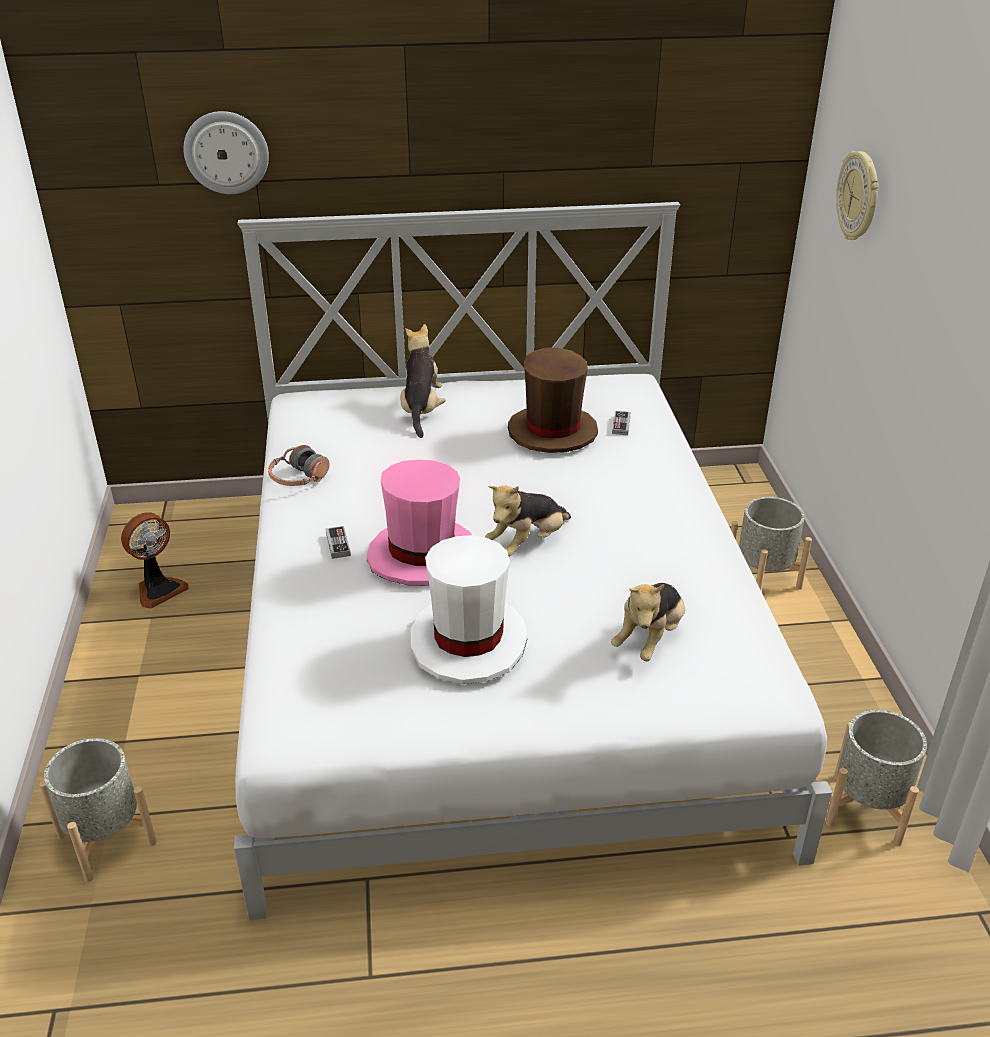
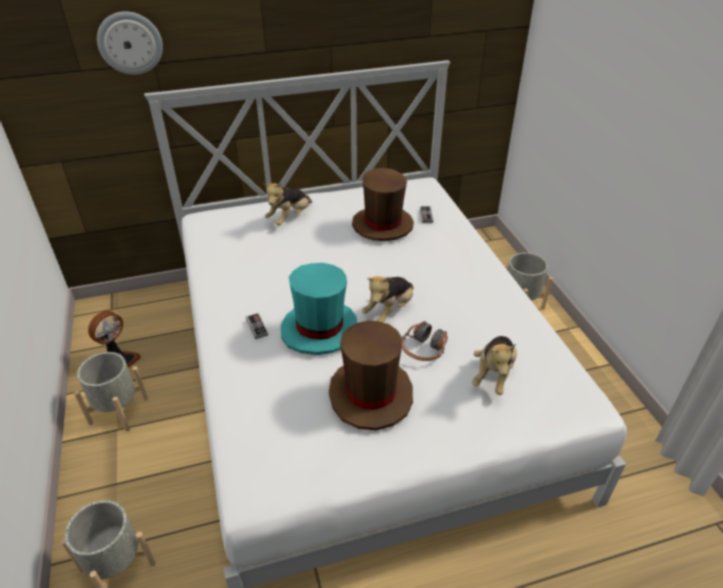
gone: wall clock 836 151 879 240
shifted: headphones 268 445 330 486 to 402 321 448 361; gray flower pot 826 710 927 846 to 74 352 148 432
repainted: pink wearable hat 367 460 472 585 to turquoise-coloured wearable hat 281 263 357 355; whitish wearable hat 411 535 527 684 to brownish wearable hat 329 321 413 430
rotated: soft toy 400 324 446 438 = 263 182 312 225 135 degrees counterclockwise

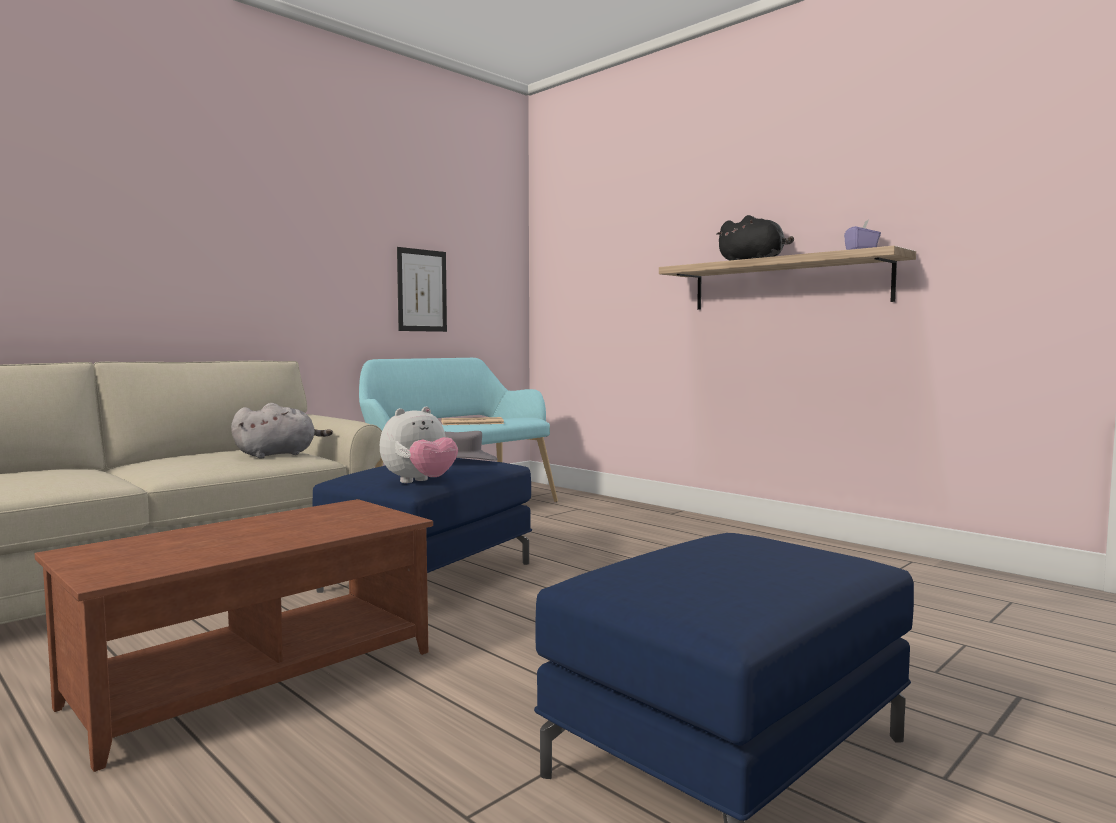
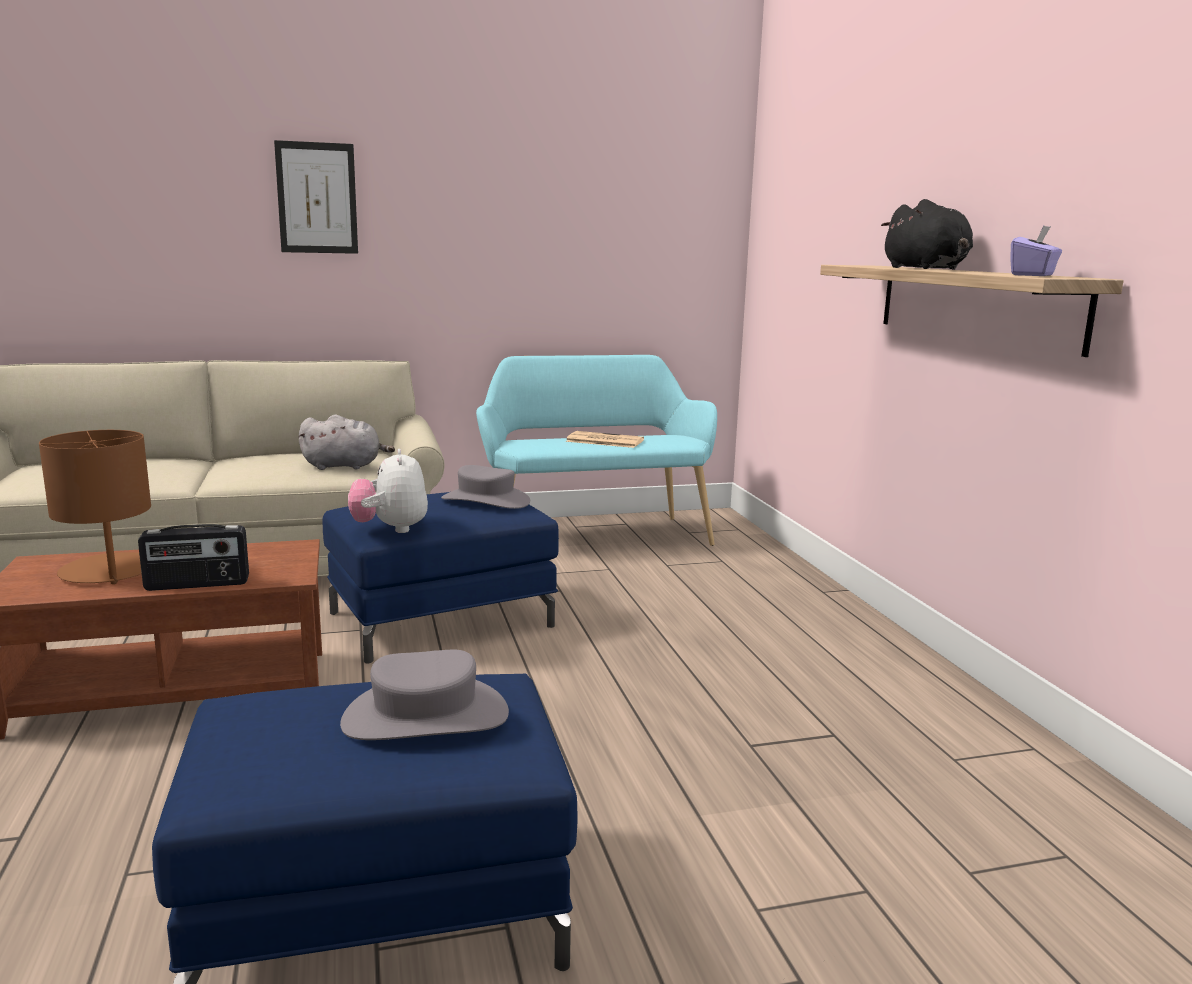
new: brownish table lamp 39 430 151 584; radio 138 524 249 591; gray wearable hat 340 650 509 740
shifted: wall picture 397 247 447 332 to 274 140 358 254
rotated: soft toy 380 407 458 483 = 348 449 428 533 90 degrees clockwise

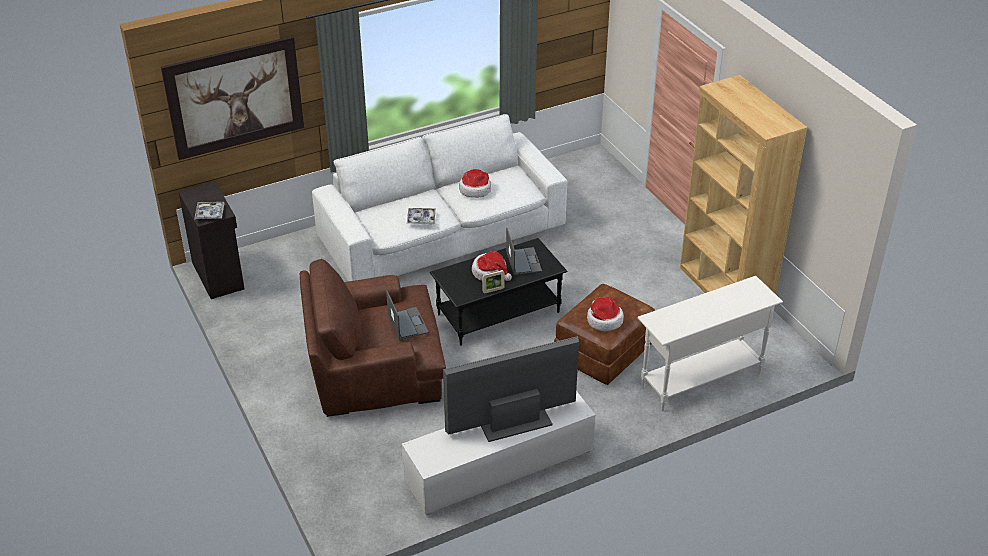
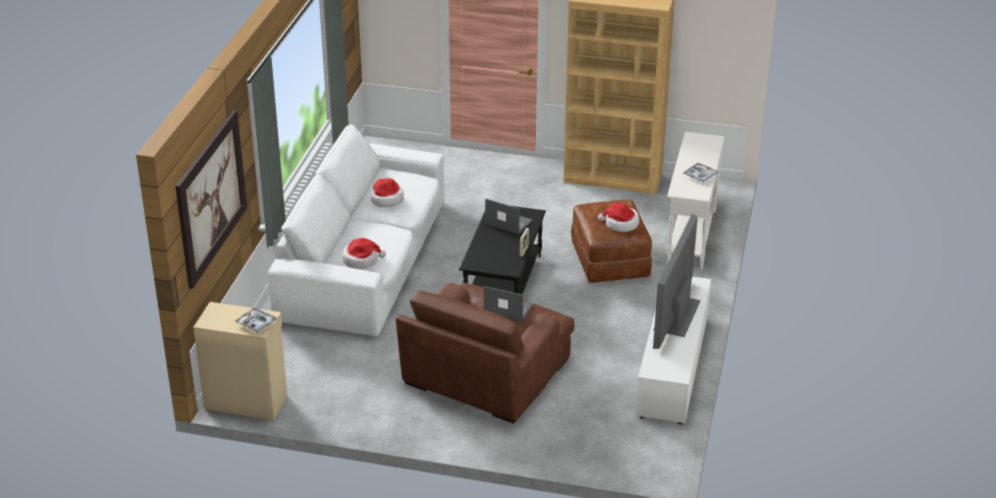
shifted: carrying tray 407 208 436 225 to 682 162 719 183; wearable hat 472 251 512 281 to 342 238 386 269
repainted: blackish cabinet 178 182 244 299 to beige cabinet 193 302 287 420

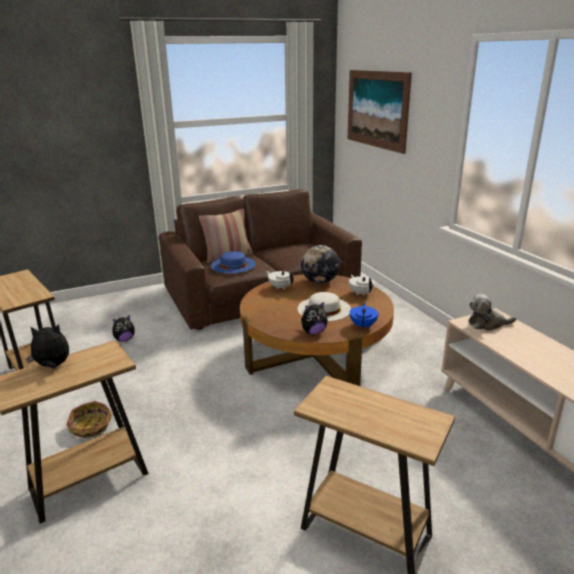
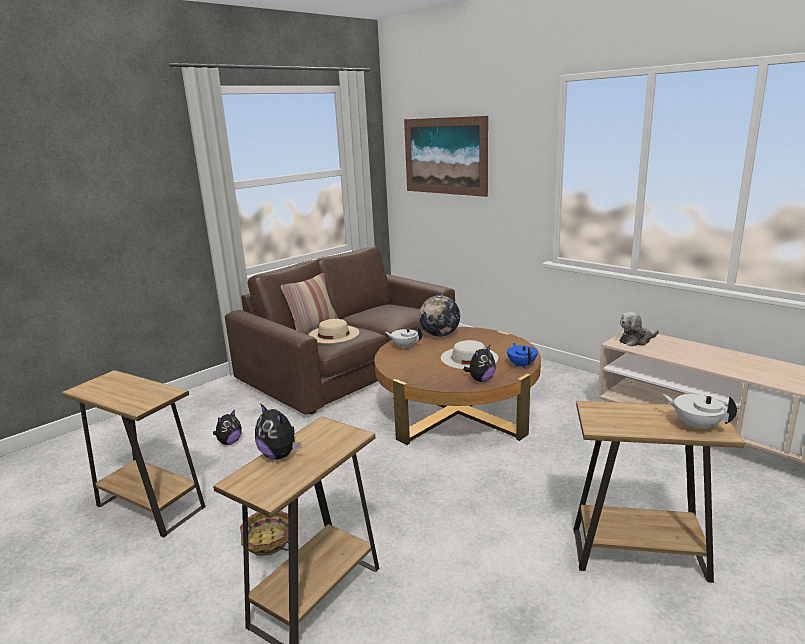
shifted: whitish tea pot 349 274 374 296 to 662 394 737 431
repainted: bluish wearable hat 211 251 256 273 to beige wearable hat 308 319 359 343
rotated: soft toy 26 324 69 369 = 255 403 301 460 105 degrees counterclockwise

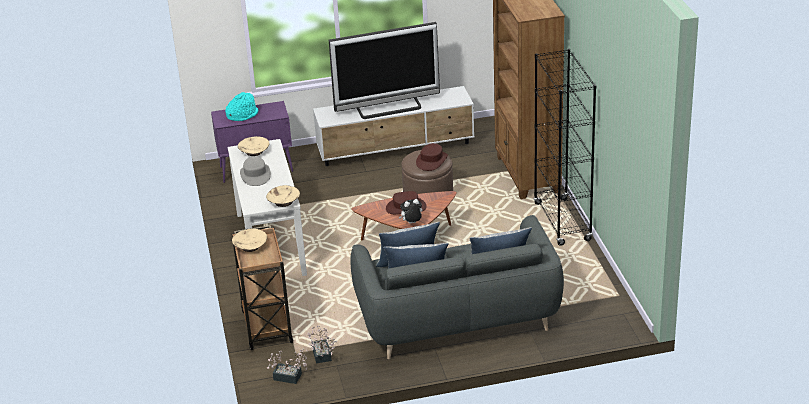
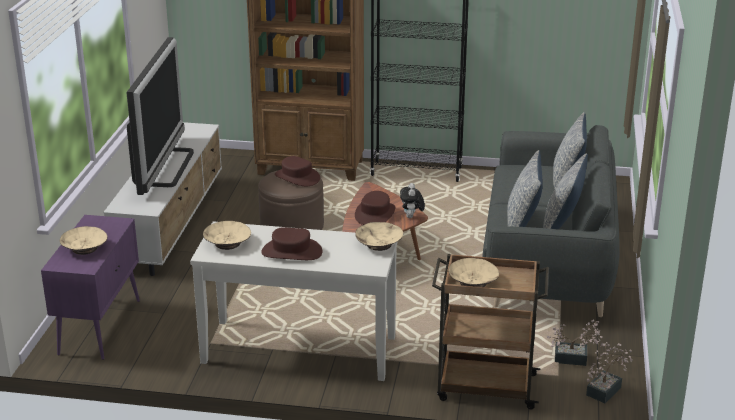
swapped: turquoise-coloured wearable hat 225 92 258 121 to beige bowl 60 226 107 255
repainted: gray wearable hat 240 157 271 186 to brownish wearable hat 261 227 322 260

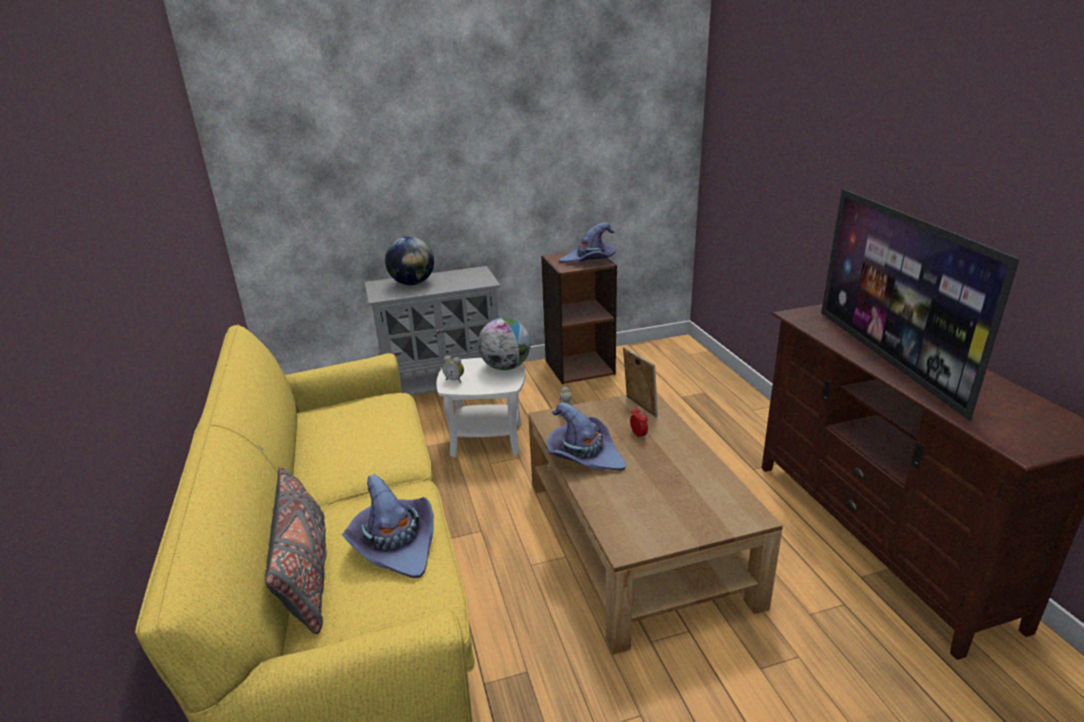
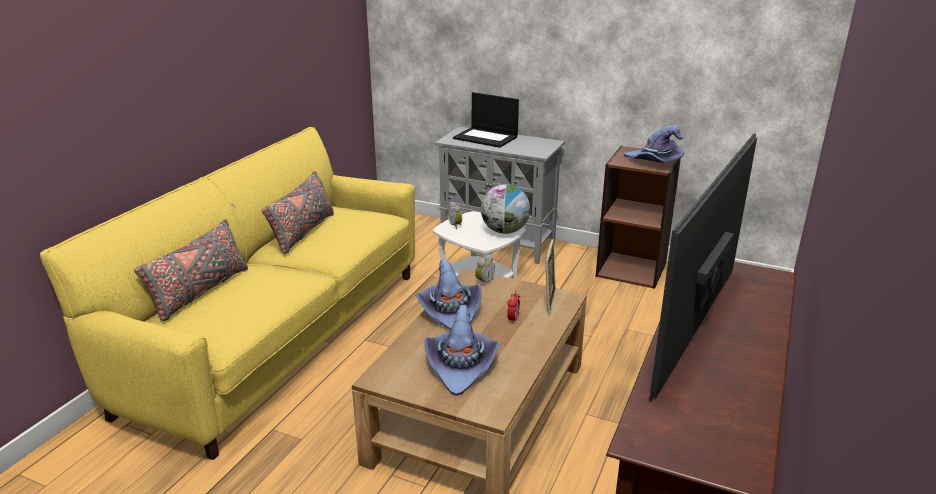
new: gray cushion 262 171 334 254
shifted: purplish wearable hat 342 474 434 578 to 424 305 499 396
swapped: world globe 385 236 434 285 to portable computer 453 92 519 148

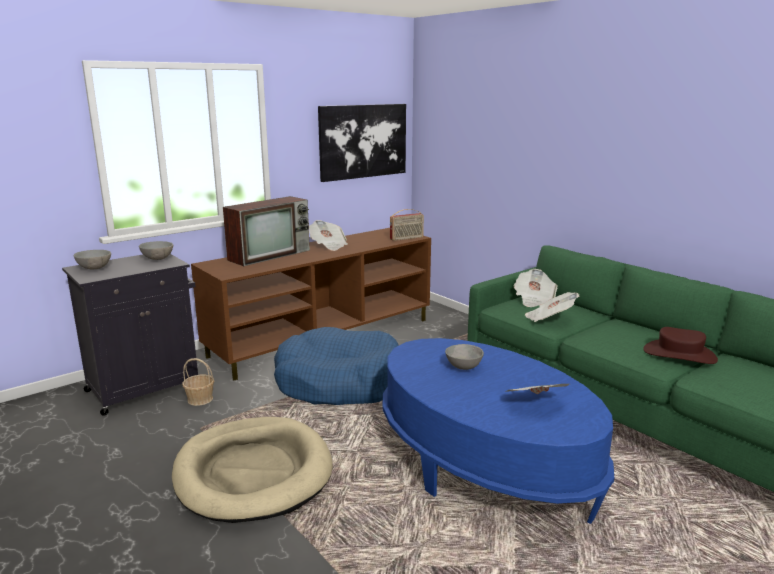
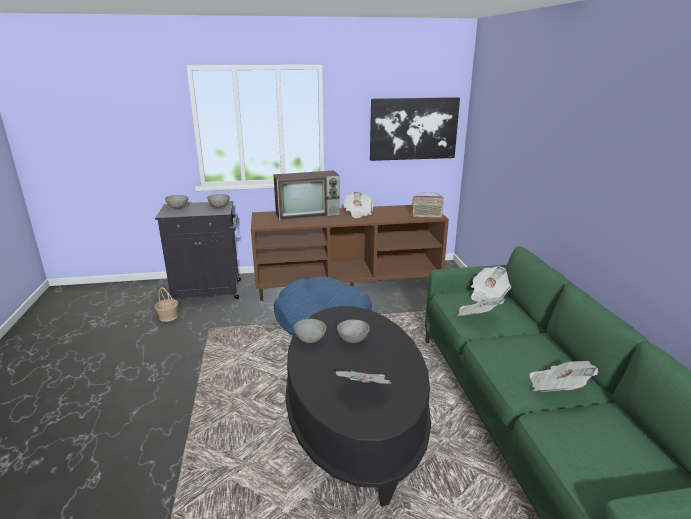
gone: beige dog bed 172 417 333 523
new: gray bowl 294 319 326 343
shifted: household basket 182 358 214 406 to 155 287 178 322
swapped: brownish wearable hat 643 327 718 364 to newspaper 530 361 598 392
repainted: bluish low table 383 338 614 524 to blackish low table 286 306 431 507

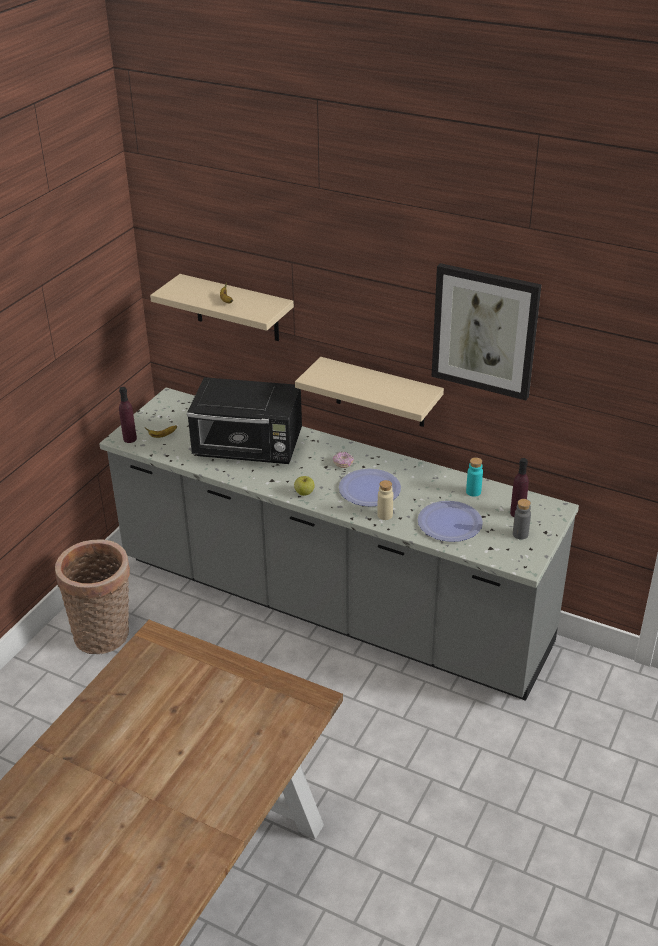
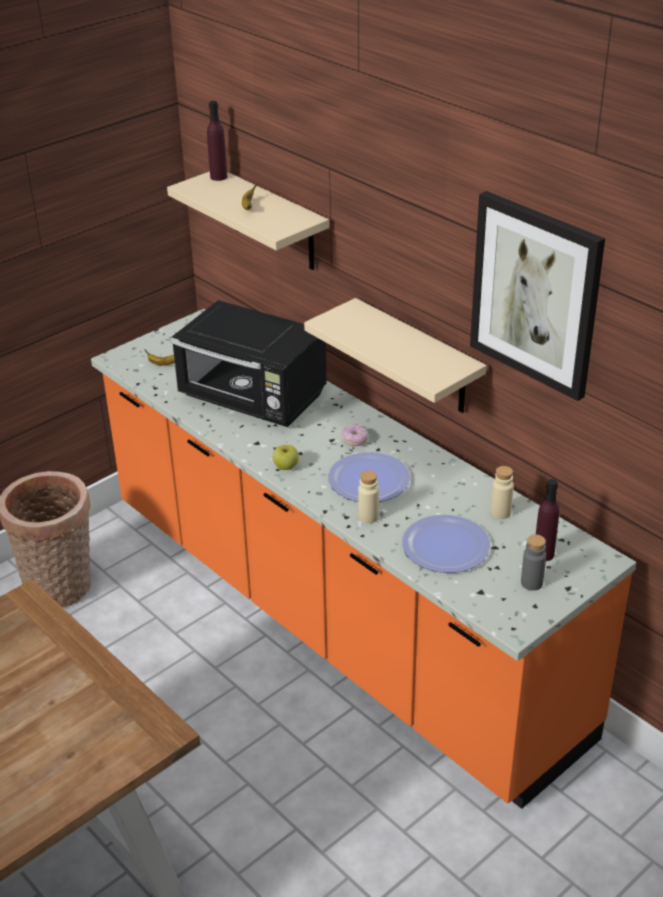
shifted: purplish drink bottle 119 387 137 443 to 207 101 227 181
repainted: gray kitchen counter 99 387 579 701 to orange-coloured kitchen counter 91 309 636 809; turquoise-coloured drink bottle 466 457 483 497 to beige drink bottle 491 466 514 519

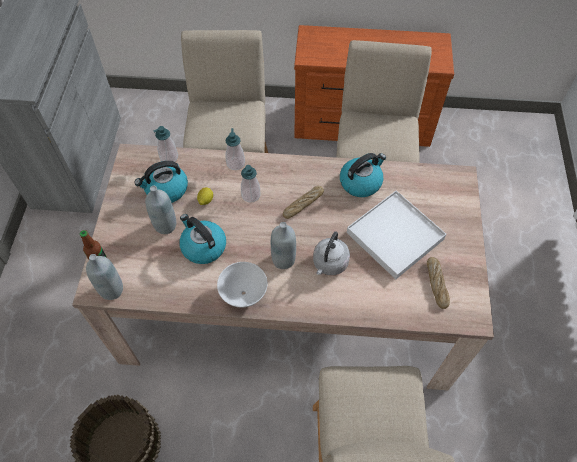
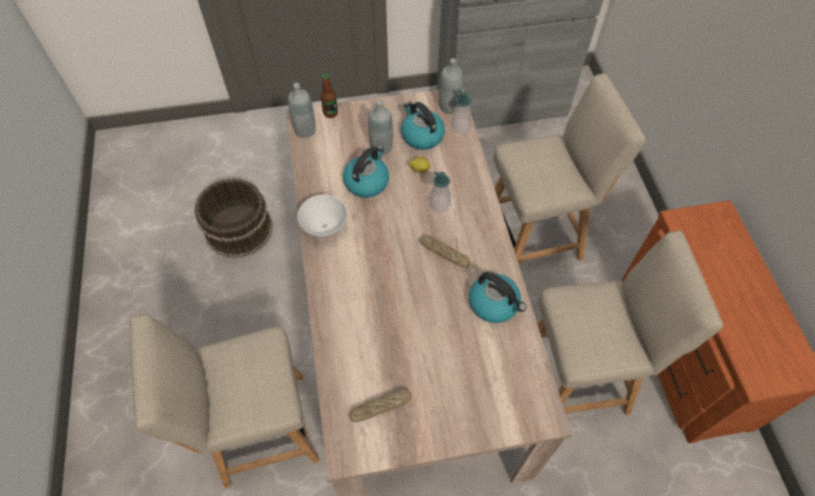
gone: soap dispenser 225 128 245 170; gray kettle 313 232 350 275; whitish carrying tray 347 191 446 279
shifted: gray drink bottle 271 222 296 269 to 439 58 463 114

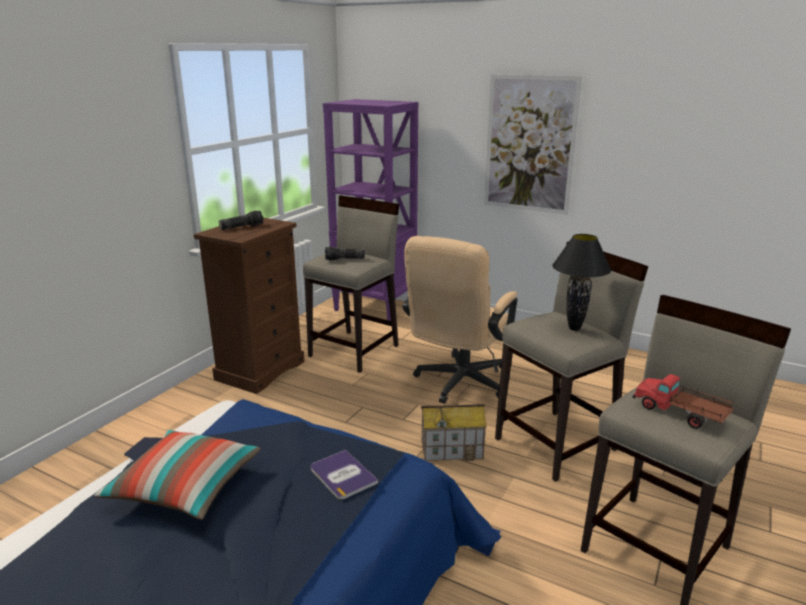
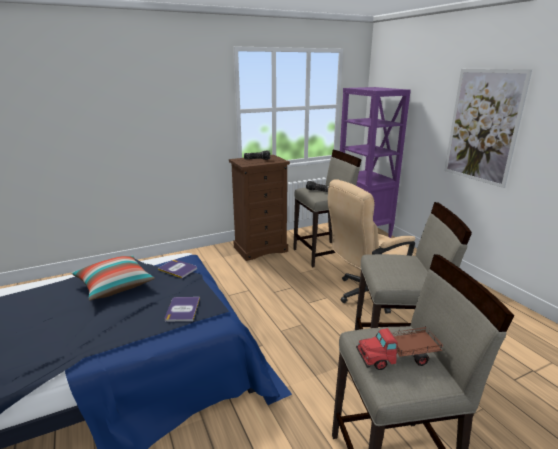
gone: toy house 421 404 487 461; blackish table lamp 552 234 611 331
new: volume 158 259 197 278
rotated: model truck 632 374 733 429 = 356 326 443 370 90 degrees counterclockwise

